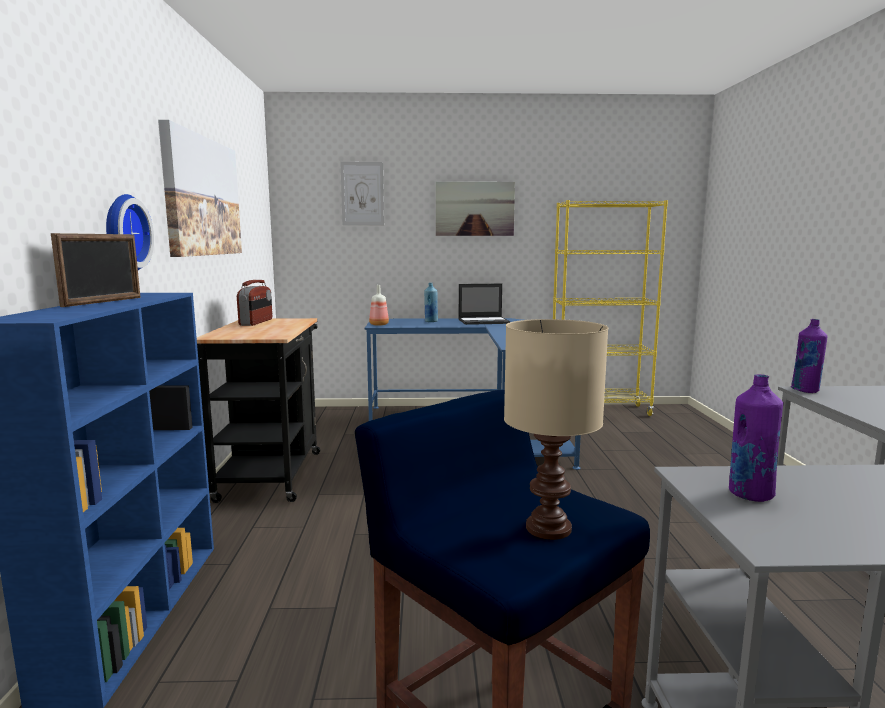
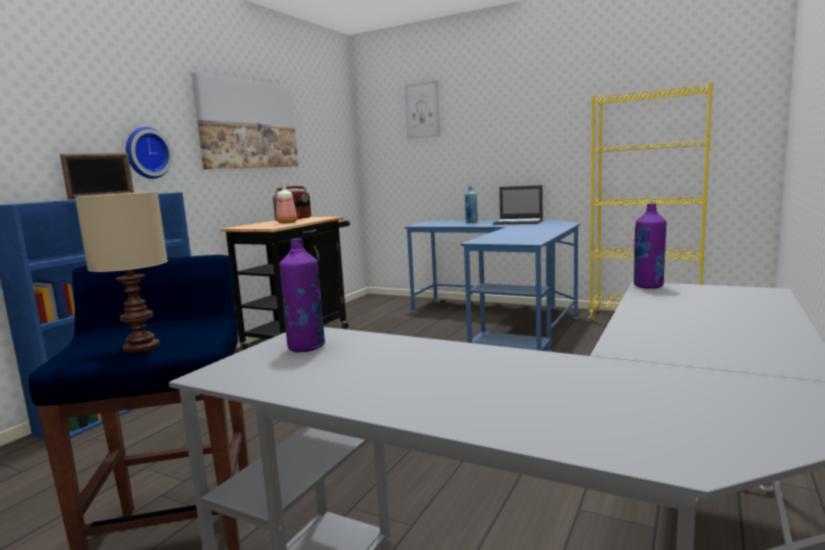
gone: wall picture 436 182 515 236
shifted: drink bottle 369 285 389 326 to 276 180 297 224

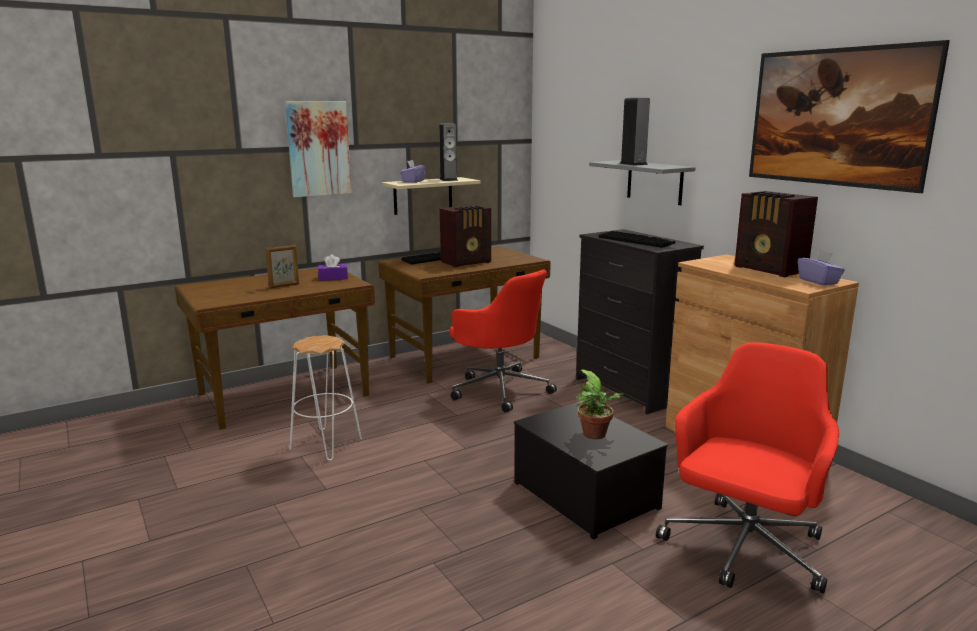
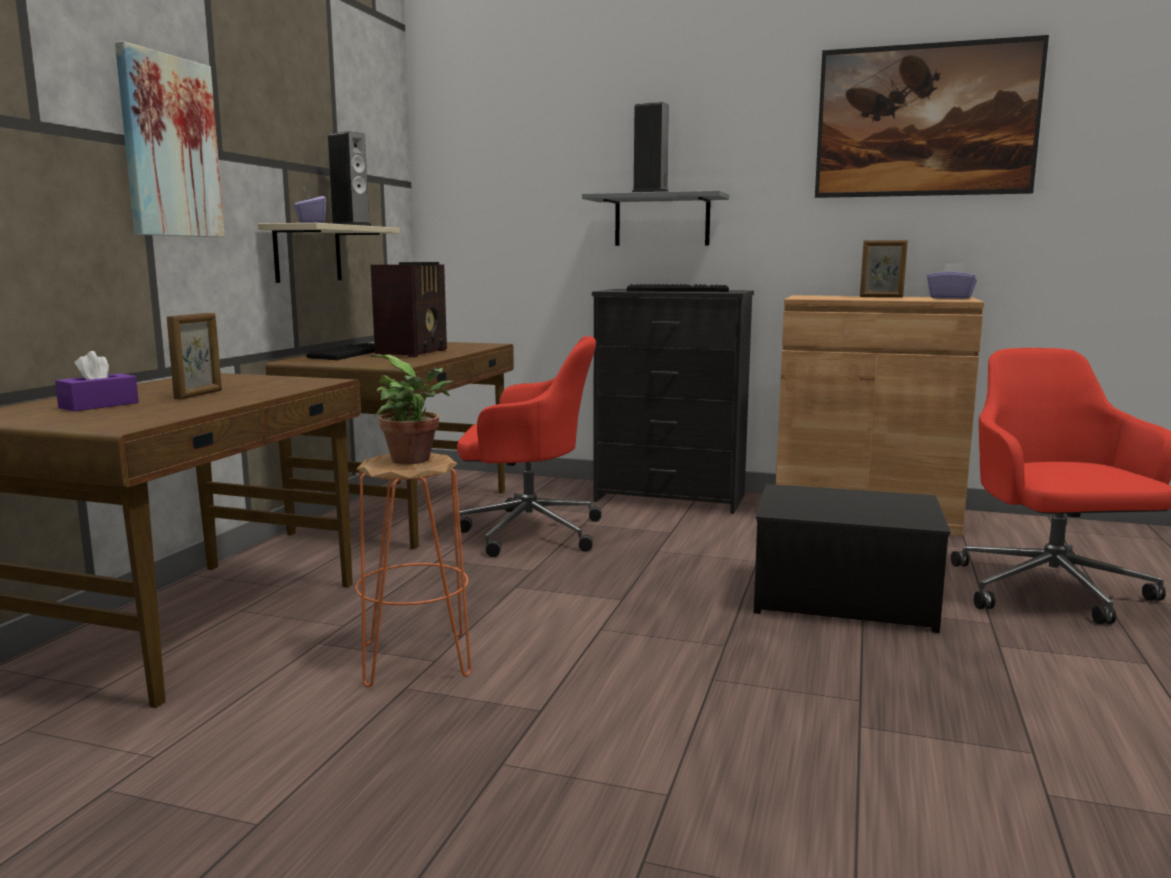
shifted: purplish box of tissues 318 254 348 281 to 55 351 139 411; houseplant 576 369 624 439 to 371 354 453 464
swapped: radio 734 191 818 277 to standing frame 860 240 908 297
repainted: whitish sitting stool 290 335 362 461 to orange-coloured sitting stool 355 453 471 687

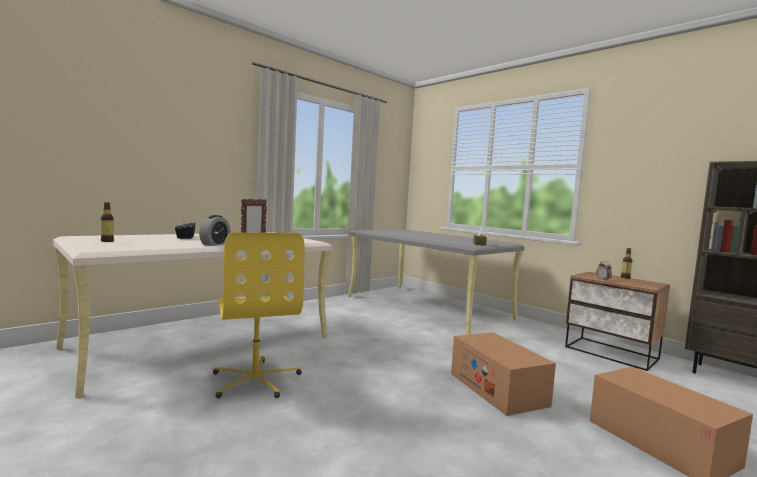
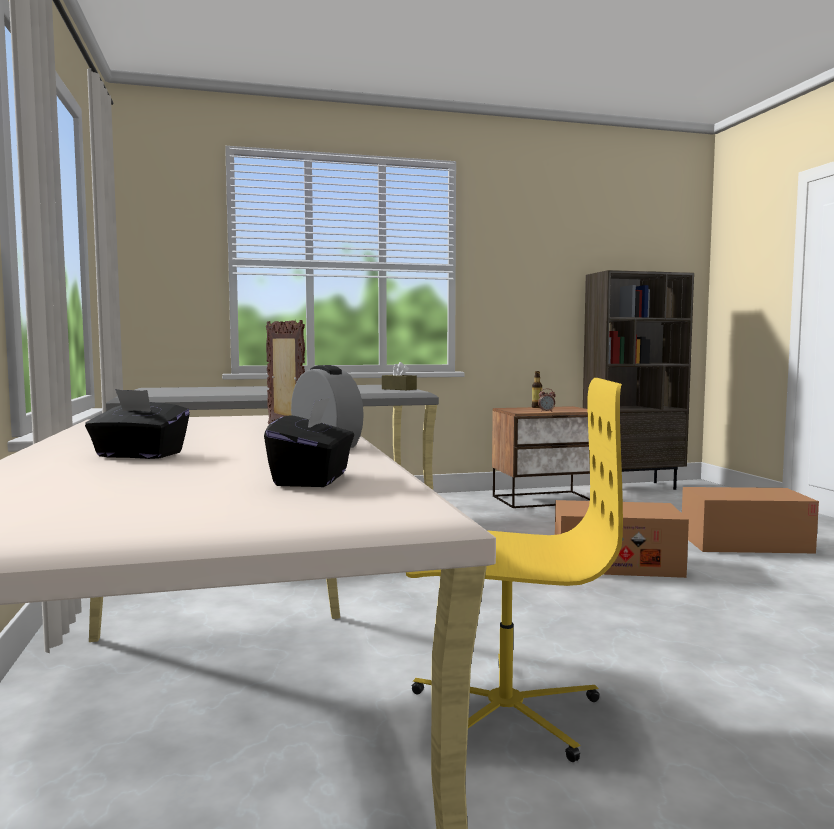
gone: drink bottle 101 202 114 242
new: blackish box of tissues 264 397 354 487

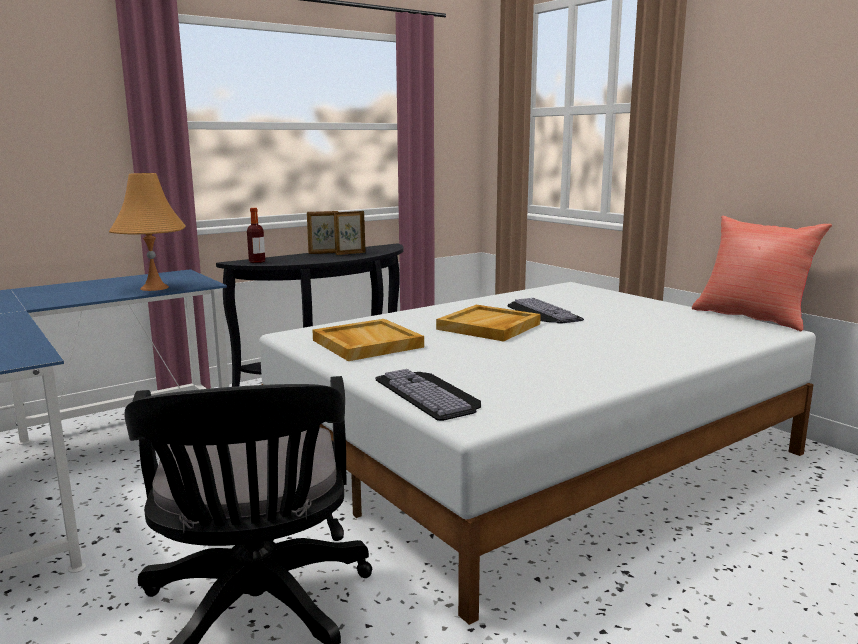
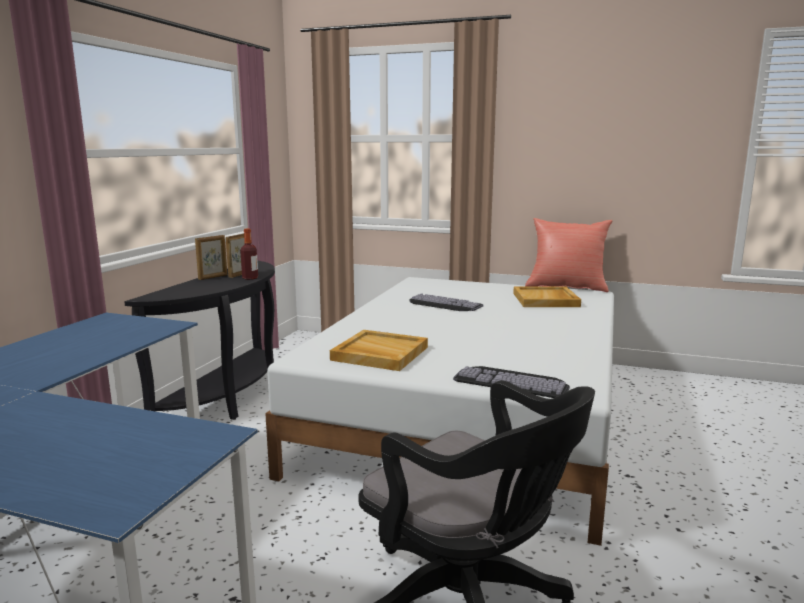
gone: orange-coloured table lamp 109 173 186 291
shifted: drink bottle 247 208 265 263 to 240 229 258 280; beige carrying tray 436 305 541 342 to 513 286 581 307

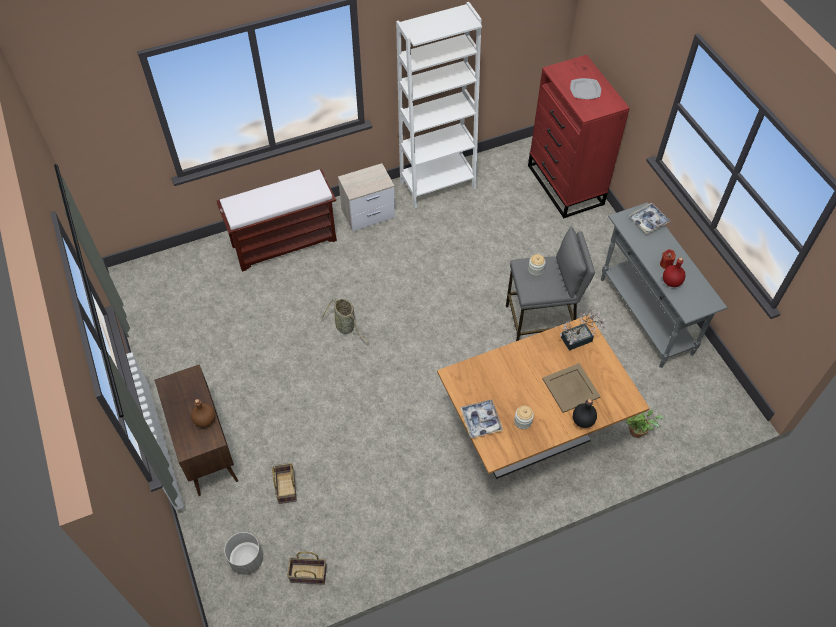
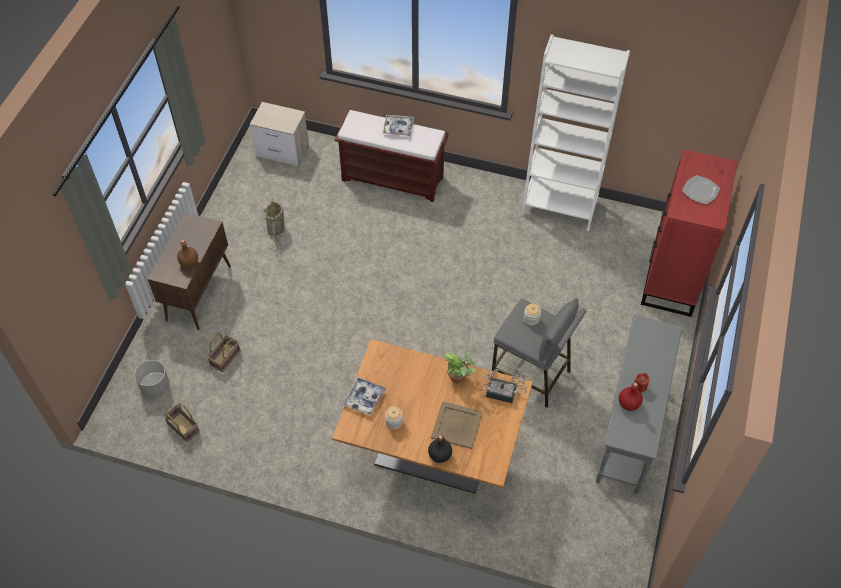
shifted: household basket 321 299 370 344 to 262 199 285 252; night table 338 163 395 231 to 250 102 309 166; houseplant 625 410 665 438 to 444 351 475 383; carrying tray 629 203 671 234 to 382 115 414 136

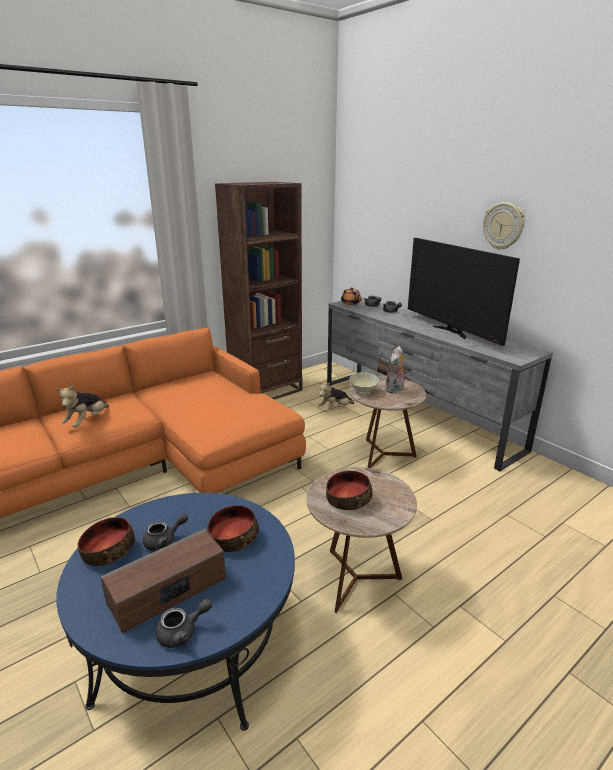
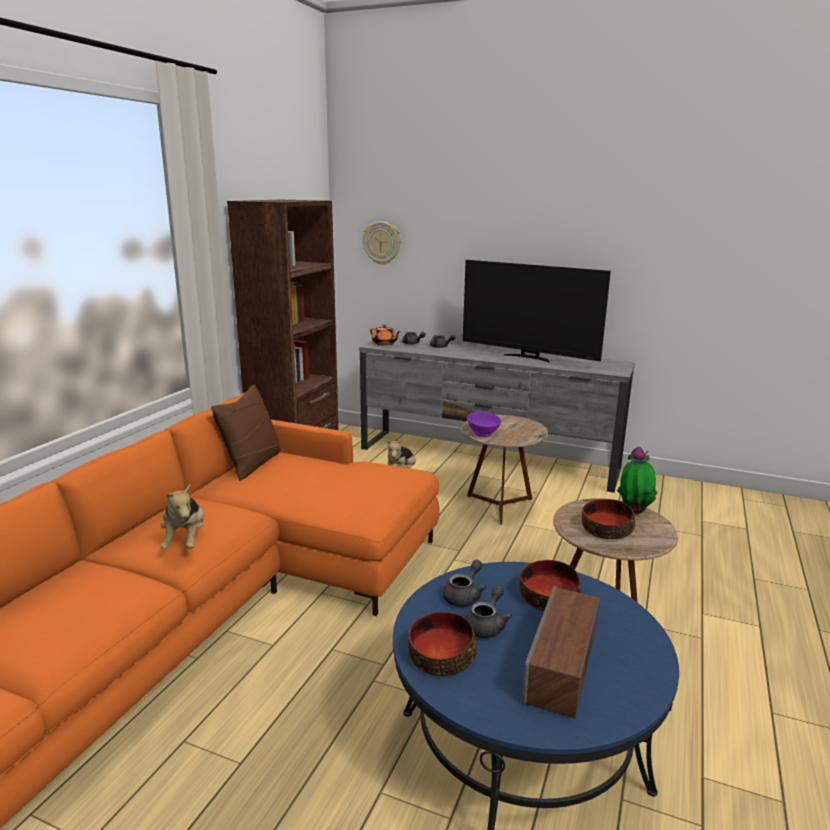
gone: soft toy 385 346 407 394
new: brownish cushion 211 385 281 481; houseplant 617 447 657 514
shifted: gray tea pot 156 599 212 648 to 443 559 487 607; wall clock 483 202 525 250 to 363 221 401 265
repainted: beige bowl 349 372 379 395 to purplish bowl 467 412 501 437

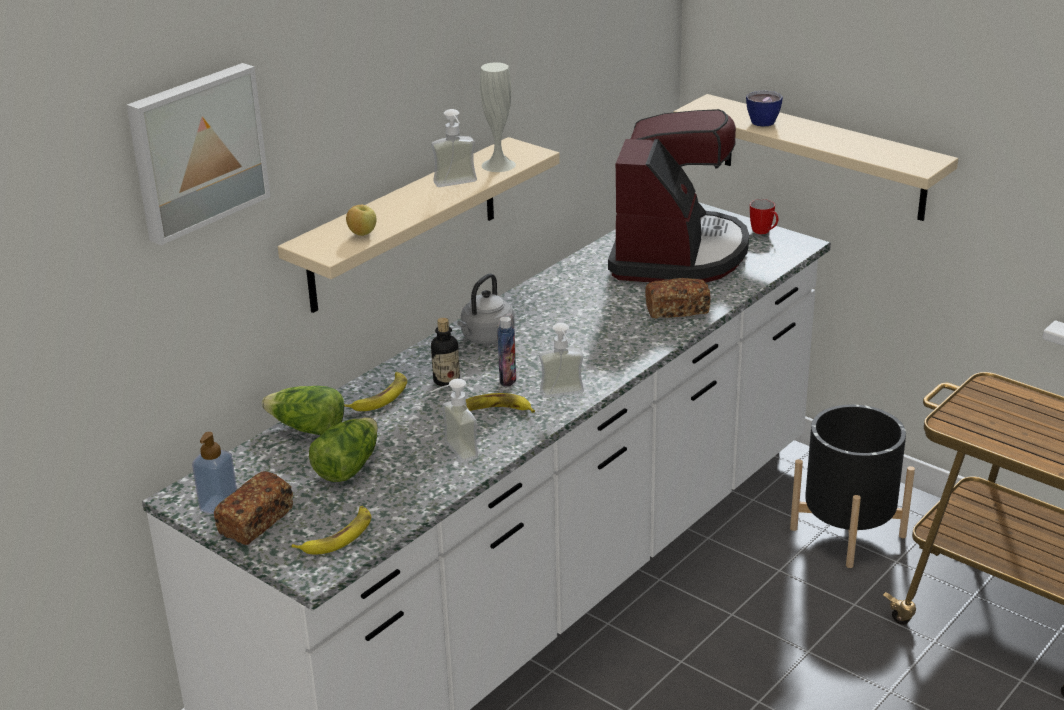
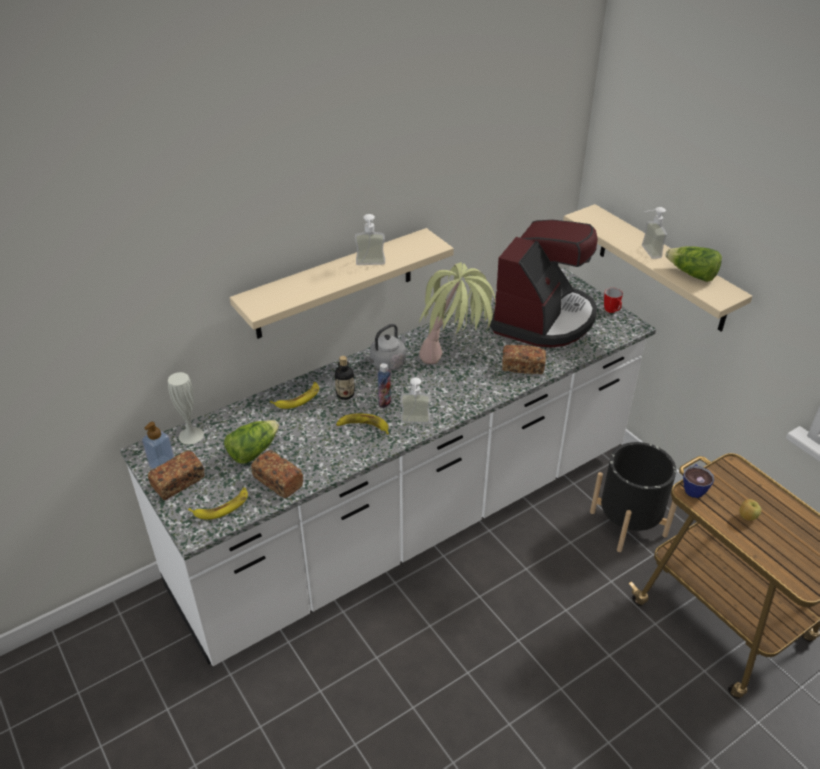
gone: wall picture 126 63 271 245
new: bakery bread 251 450 303 498; houseplant 419 262 496 364
shifted: lettuce 262 386 344 435 to 666 246 722 282; apple 346 205 376 236 to 739 499 761 520; soap dispenser 431 379 478 463 to 642 207 667 259; whitish decorative vase 480 62 516 172 to 168 372 204 444; drinking cup 746 91 783 127 to 683 464 714 498

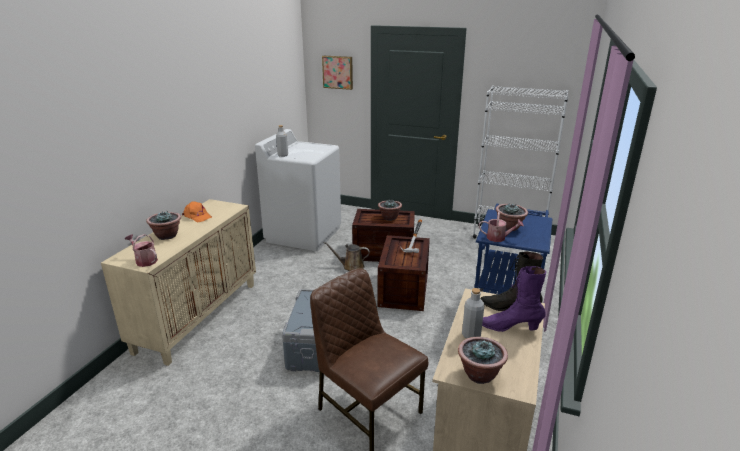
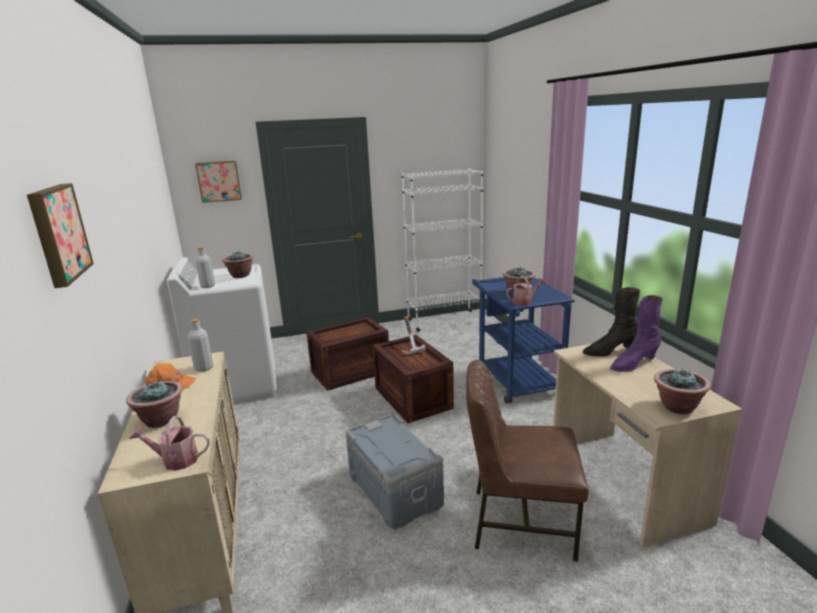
gone: brownish watering pot 324 242 370 271
new: wall picture 27 183 94 288
shifted: houseplant 378 200 402 221 to 222 251 254 278; gray drink bottle 462 288 484 339 to 188 319 213 372

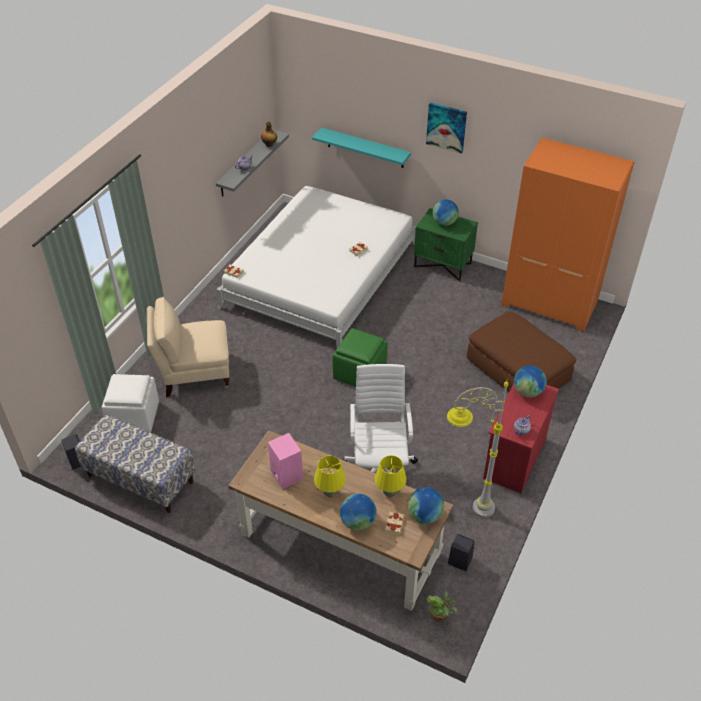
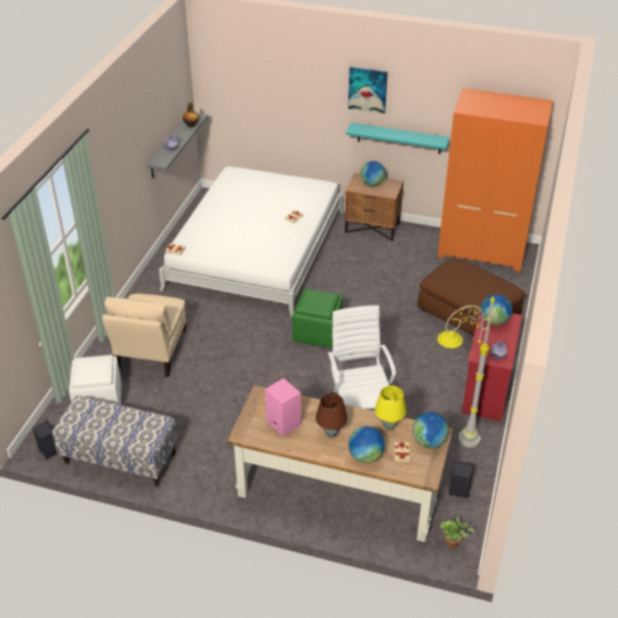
shifted: turquoise-coloured bracket shelf 312 128 411 168 to 346 122 450 154
repainted: yellowish table lamp 314 456 346 497 to brownish table lamp 316 393 347 438; greenish night table 414 208 478 282 to brownish night table 345 173 404 241
rotated: beige lounge chair 147 297 229 397 = 102 294 187 377 60 degrees counterclockwise

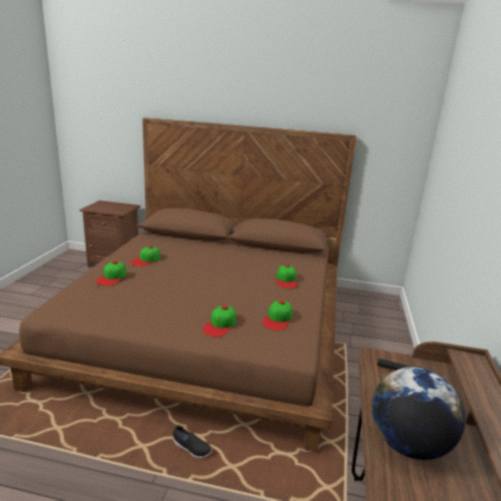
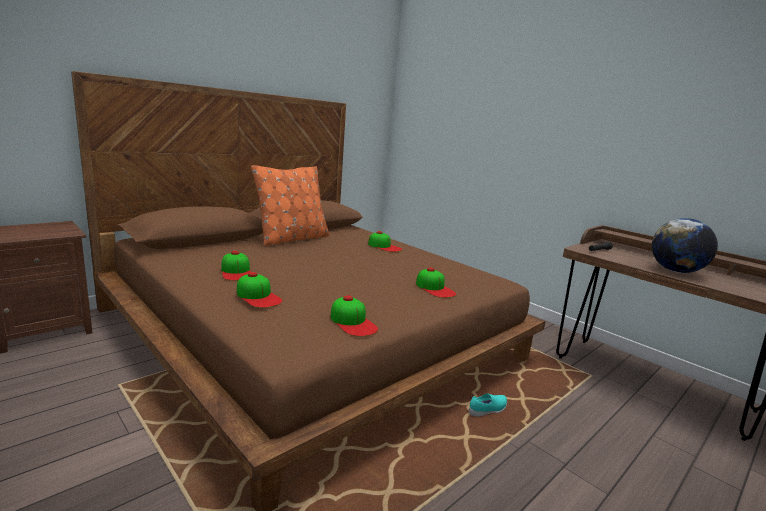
new: orange-coloured cushion 251 165 329 246
shifted: peaked cap 262 300 292 331 to 331 295 378 337
repainted: blackish item of footwear 173 426 212 458 to turquoise-coloured item of footwear 469 393 507 417

